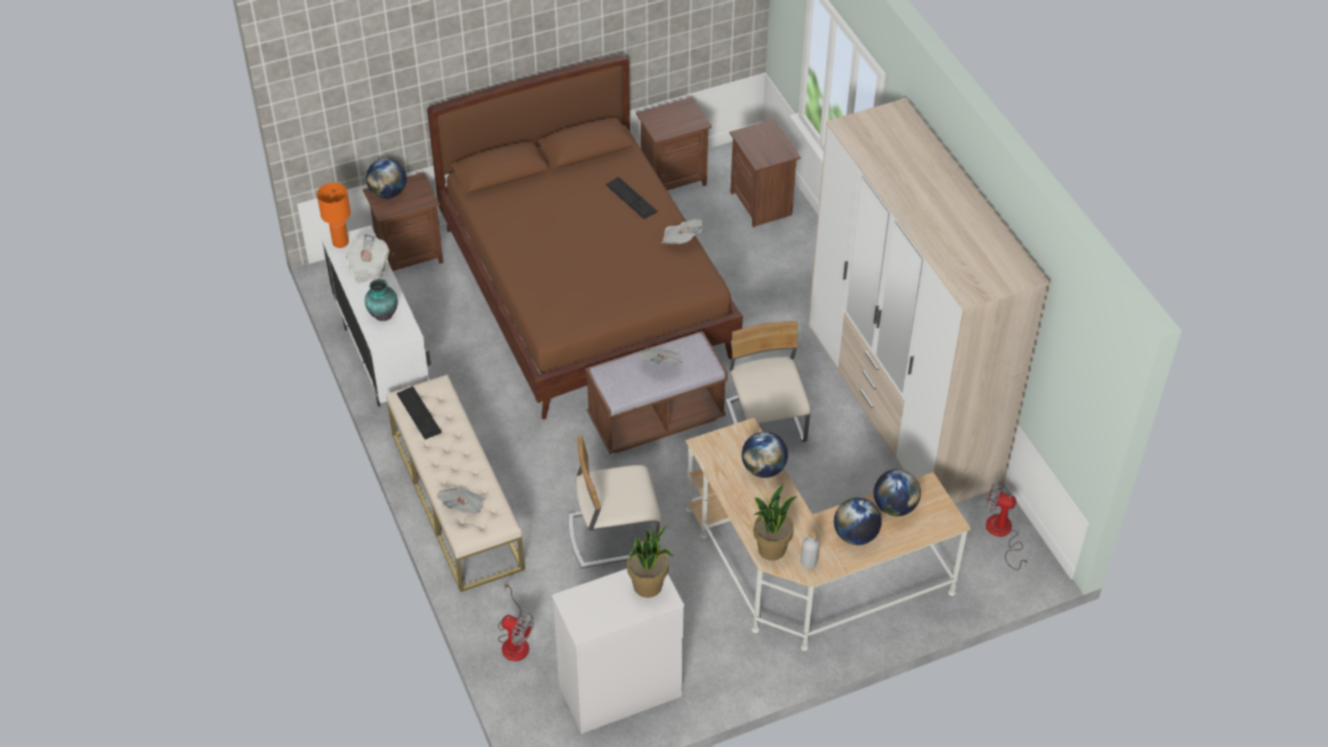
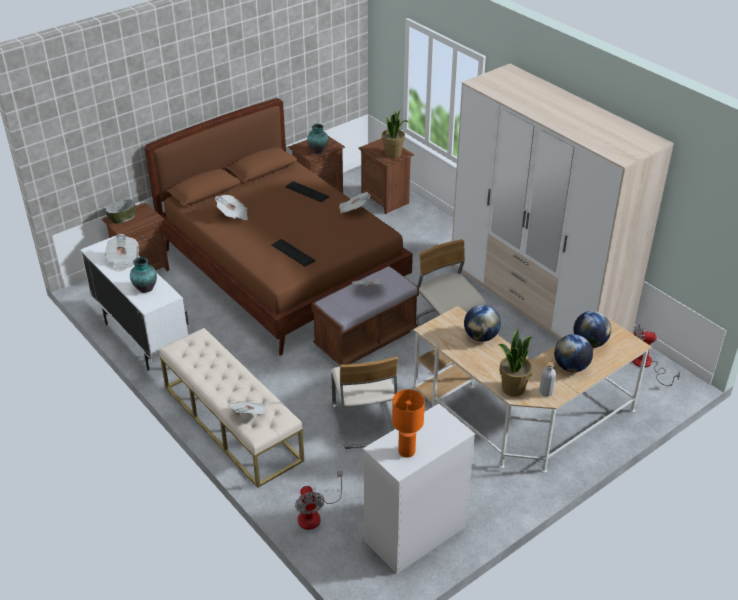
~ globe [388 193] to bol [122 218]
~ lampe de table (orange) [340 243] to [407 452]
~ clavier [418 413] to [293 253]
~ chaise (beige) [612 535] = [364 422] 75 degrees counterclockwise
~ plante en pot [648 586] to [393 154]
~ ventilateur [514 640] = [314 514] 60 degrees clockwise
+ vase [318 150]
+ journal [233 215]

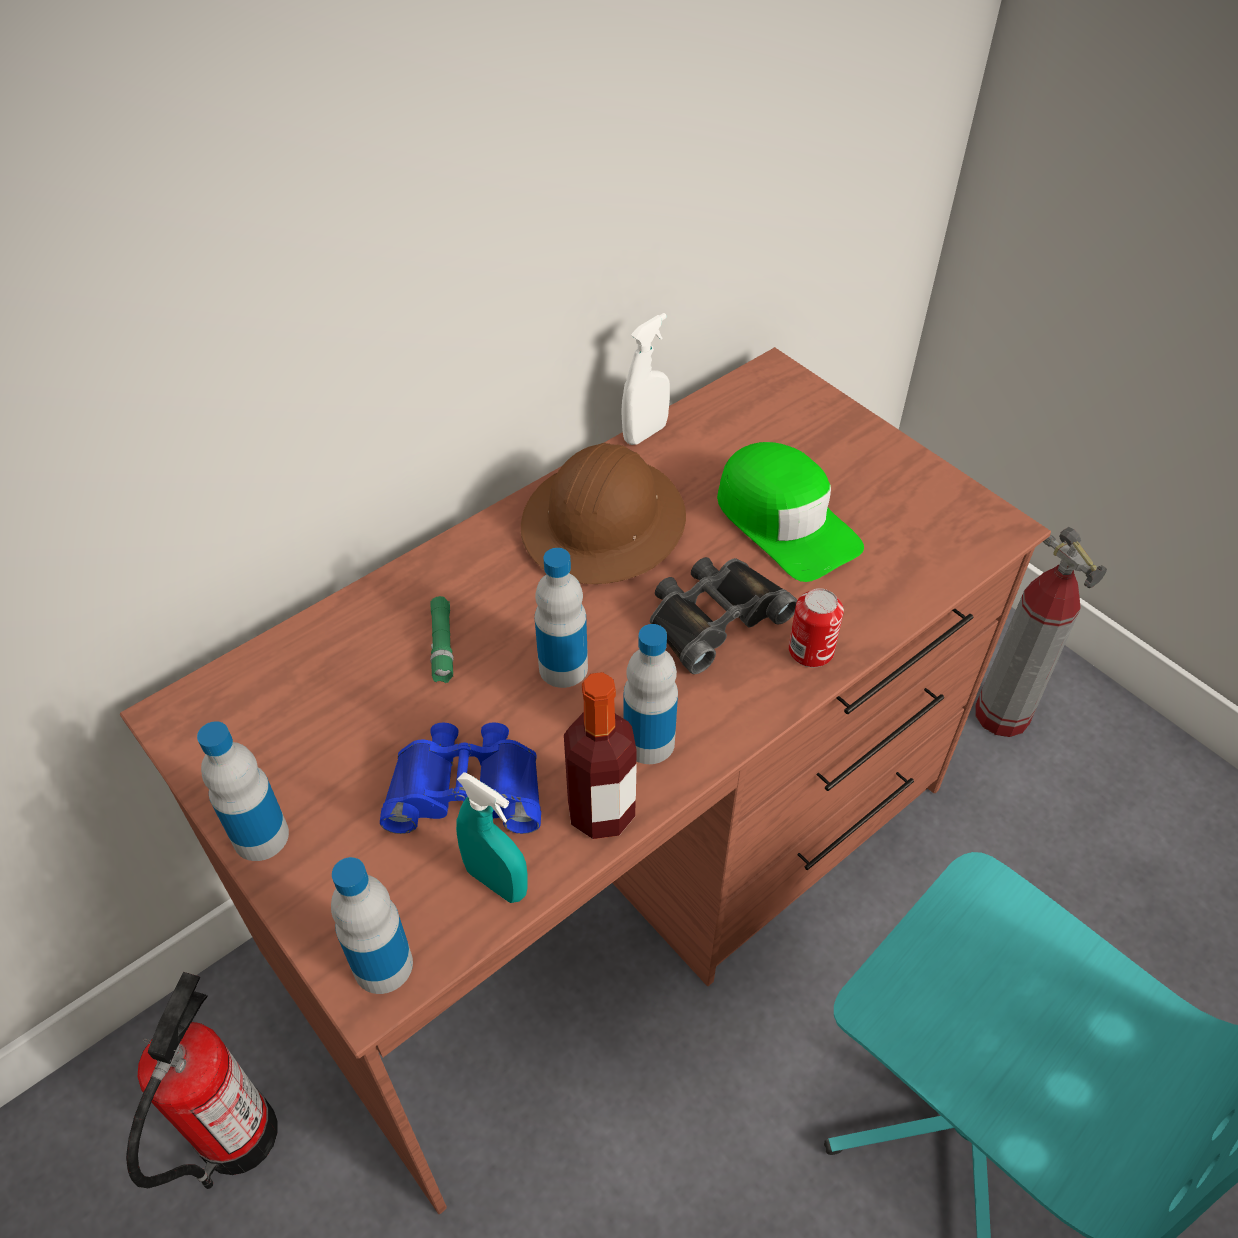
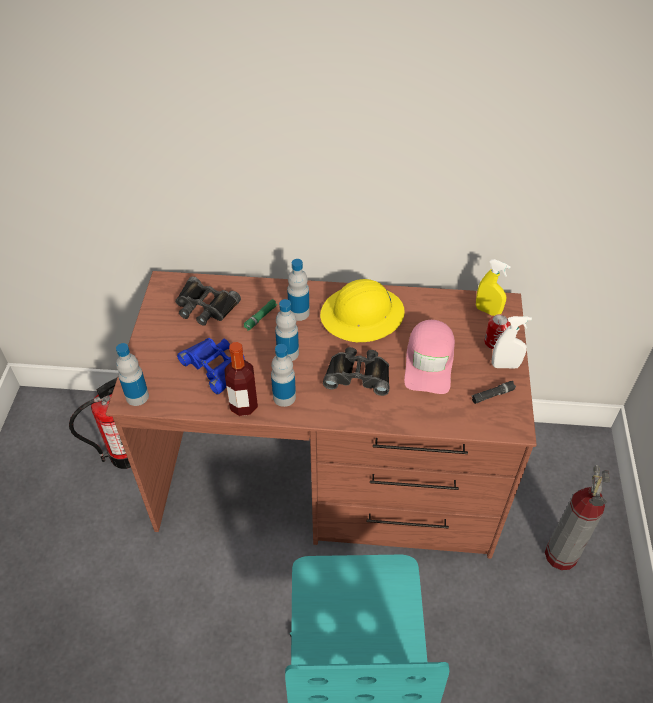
~ vaporisateur (blanc) [645 433] to [505 365]
~ casquette (vert) [785 522] to casquette (rose) [429 362]
~ casque de chantier (marron) [604 524] to casque de chantier (jaune) [362 315]
~ boîte métallique [811 650] to [494 342]
~ bouteille [261 836] to [299 313]
- vaporisateur (turquoise) [496 881]
+ vaporisateur (jaune) [488 311]
+ jumelles (noir) [205 307]
+ lampe de poche (noir) [492 395]

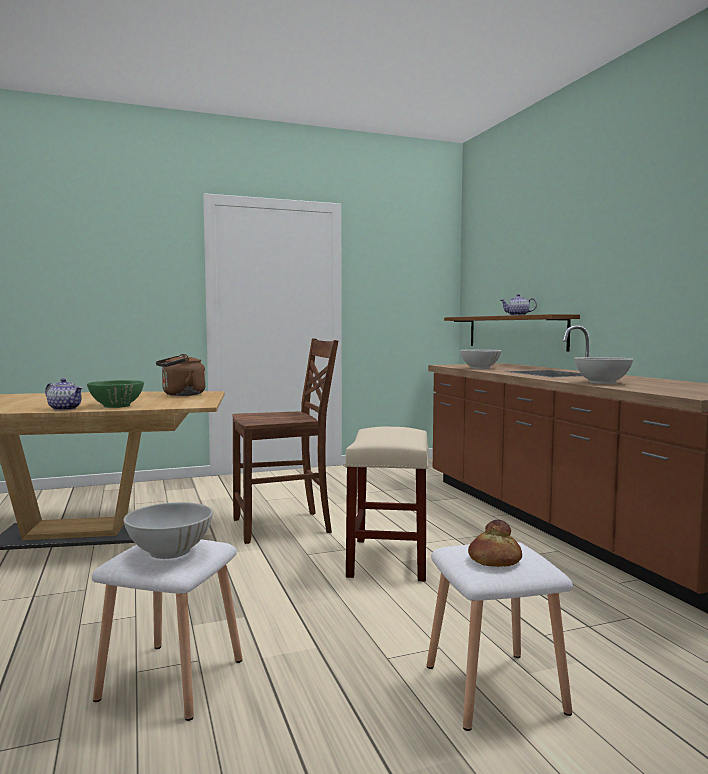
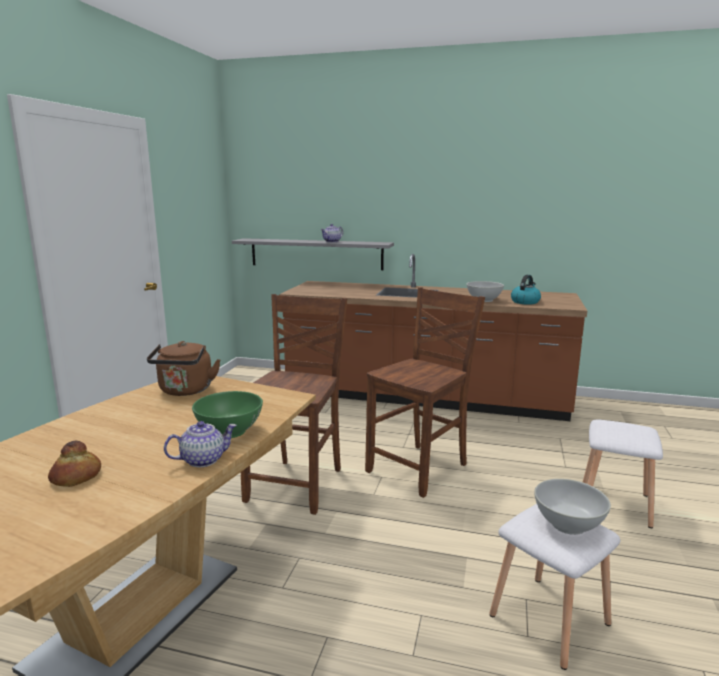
~ étagère (marron) [514 332] to étagère (gris) [316 254]
- bol (blanc) [479 368]
~ tabouret (beige) [389 560] to chaise (marron) [420 468]
~ pain [494 560] to [76 477]
+ bouilloire [525 302]

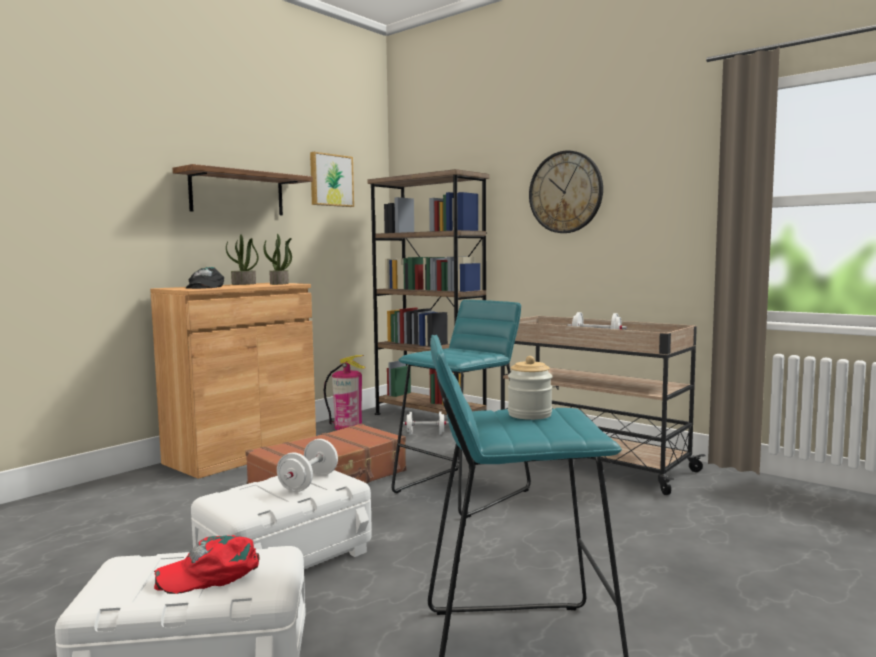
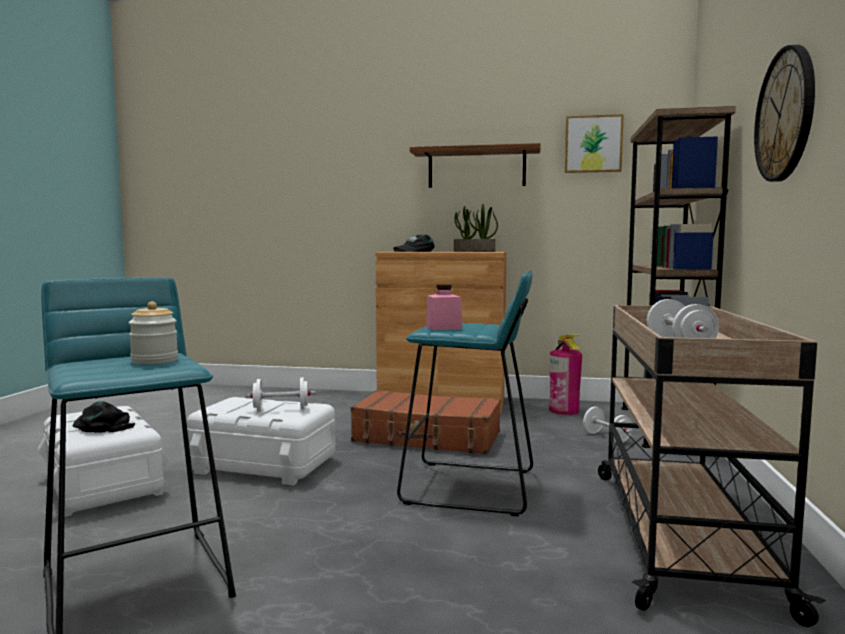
~ casquette (rouge) [211 573] to casquette (noir) [101 426]
+ bocal (rose) [443 328]

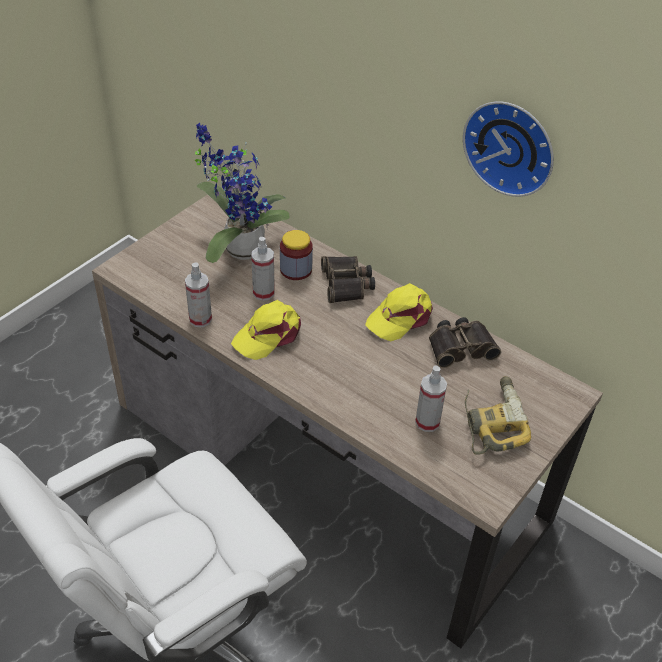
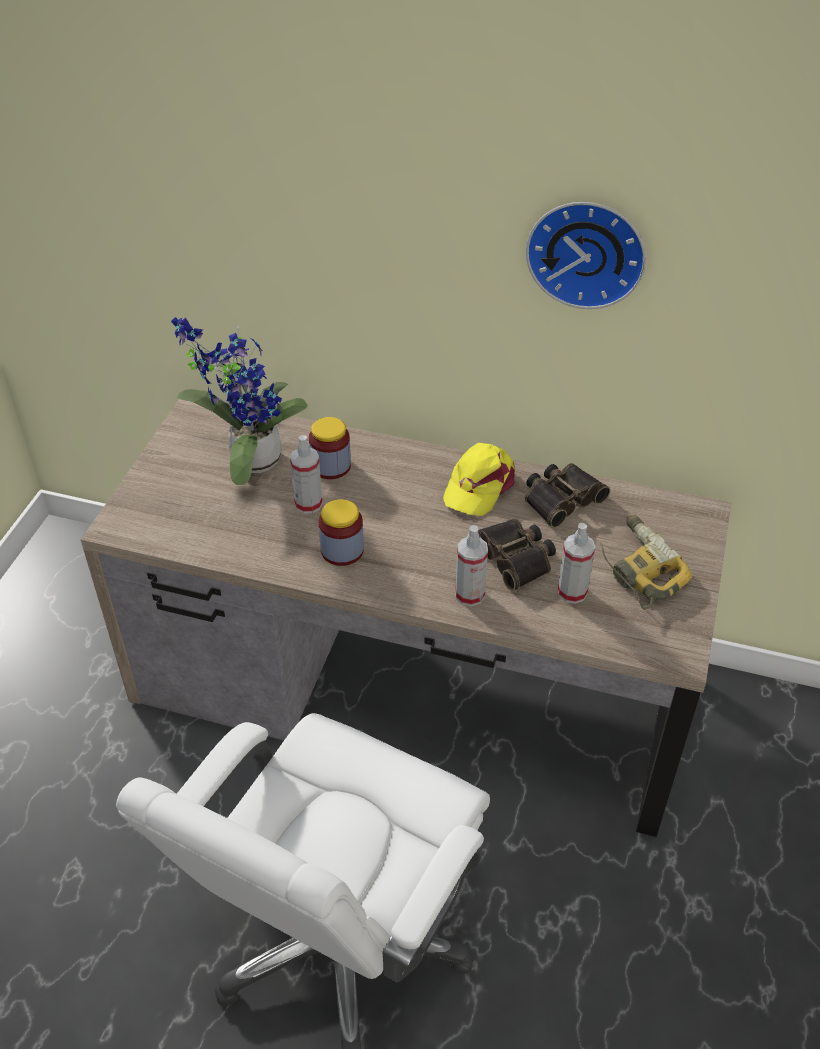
~ jumelles [347 284] to [516 558]
~ vaporisateur [200 319] to [469 595]
~ casquette (jaune) [269 334] to bocal [342 550]

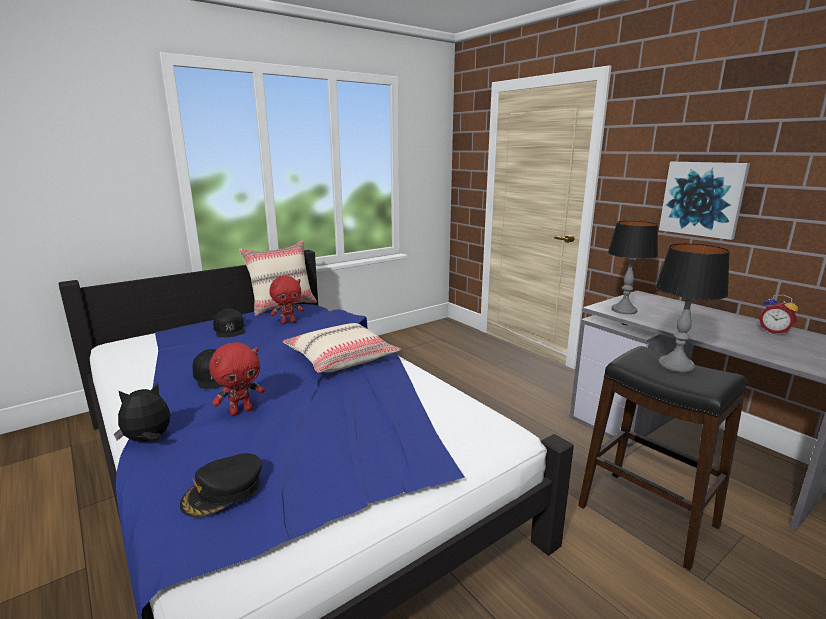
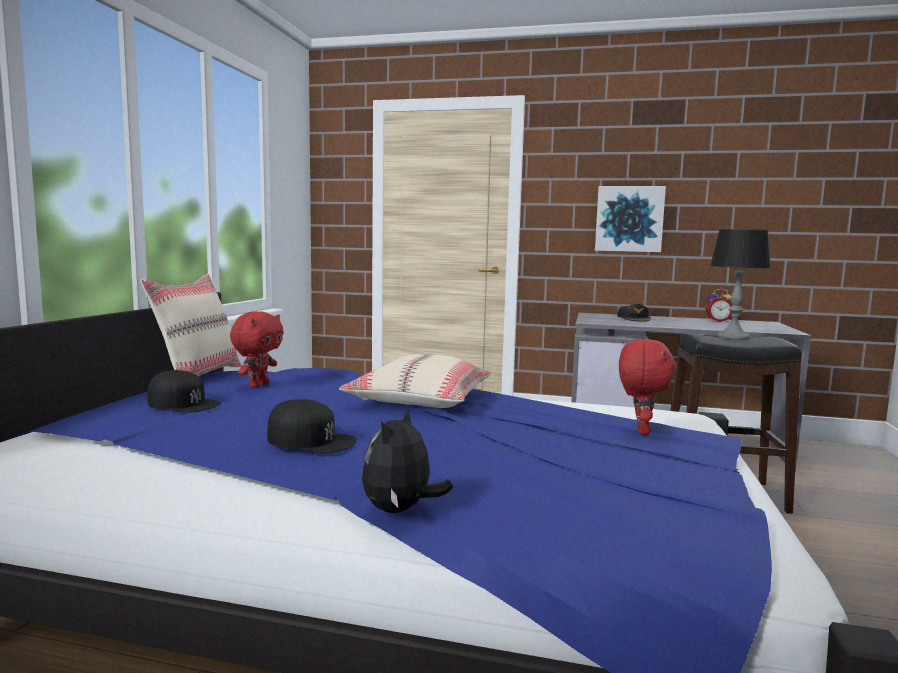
- lampe de table [623 310]
~ peluche (rouge) [241 411] to [640 431]
~ casquette (noir) [224 491] to [634 318]

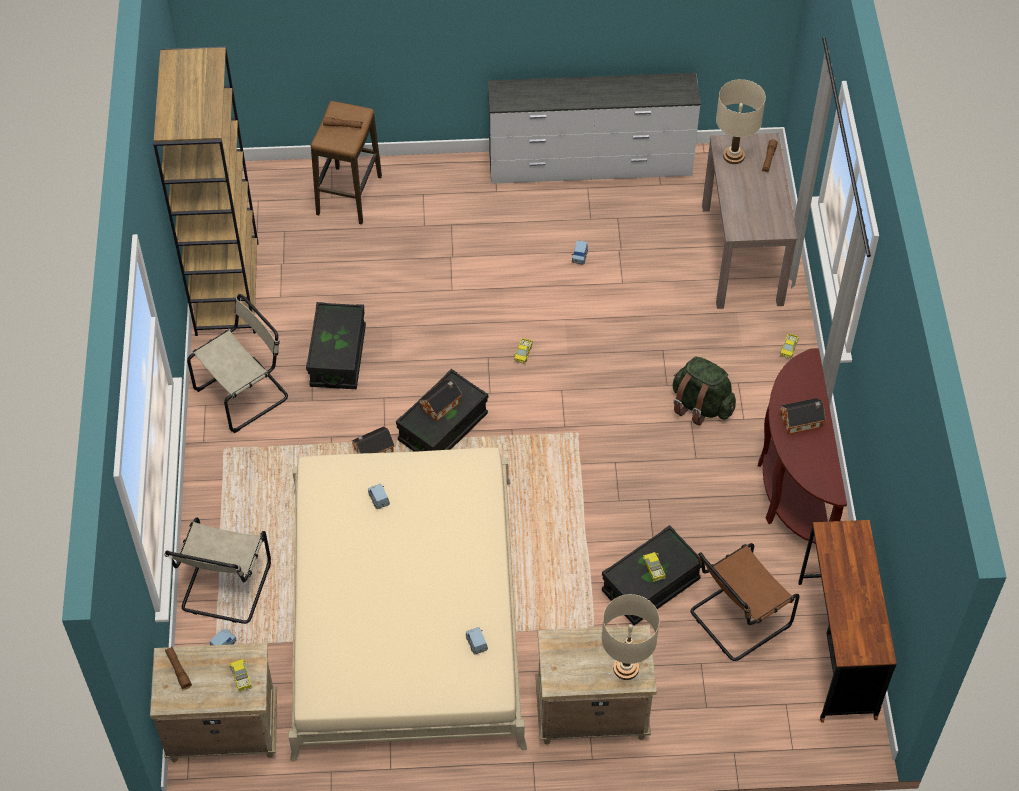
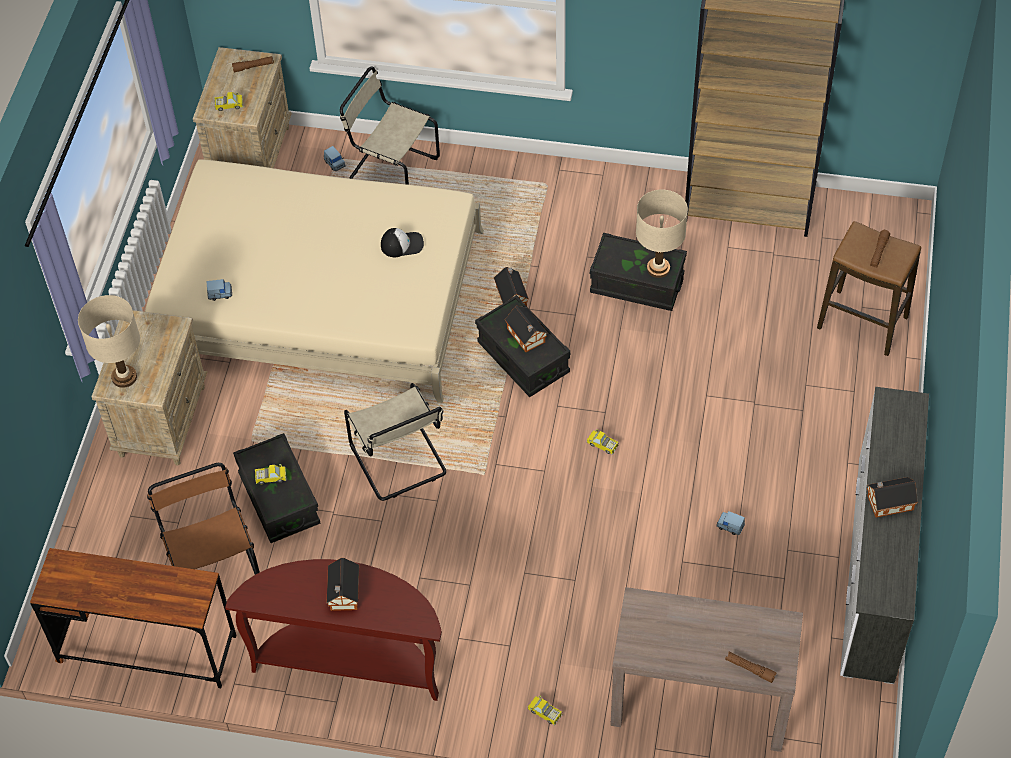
~ lampe de table (beige) [733 156] to [658 268]
~ chaise (beige) [245 393] to [400 462]
- sac à dos (vert) [700 405]
~ petite voiture (bleu) [379 499] to casquette [402 244]
+ maison miniature [888 502]

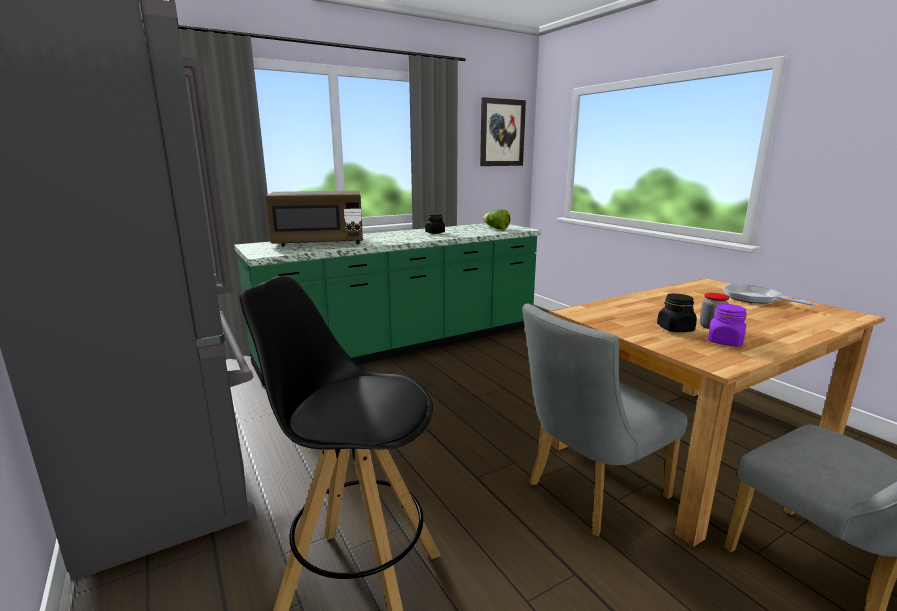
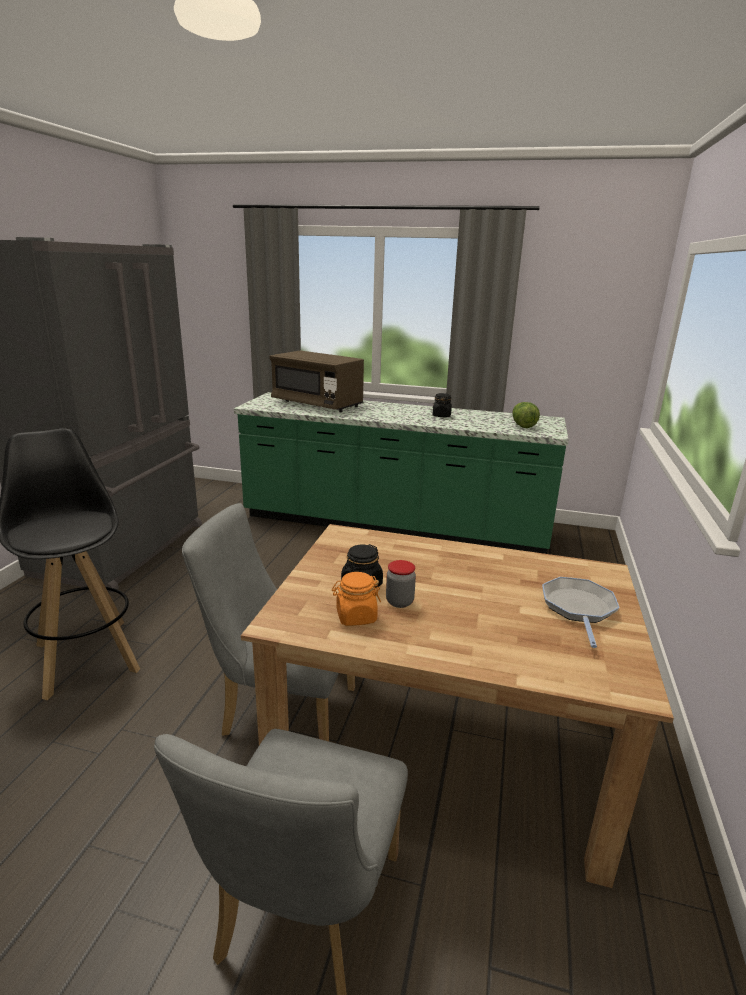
- tableau [502 133]
~ bocal (violet) [725 342] to bocal (orange) [356 616]

